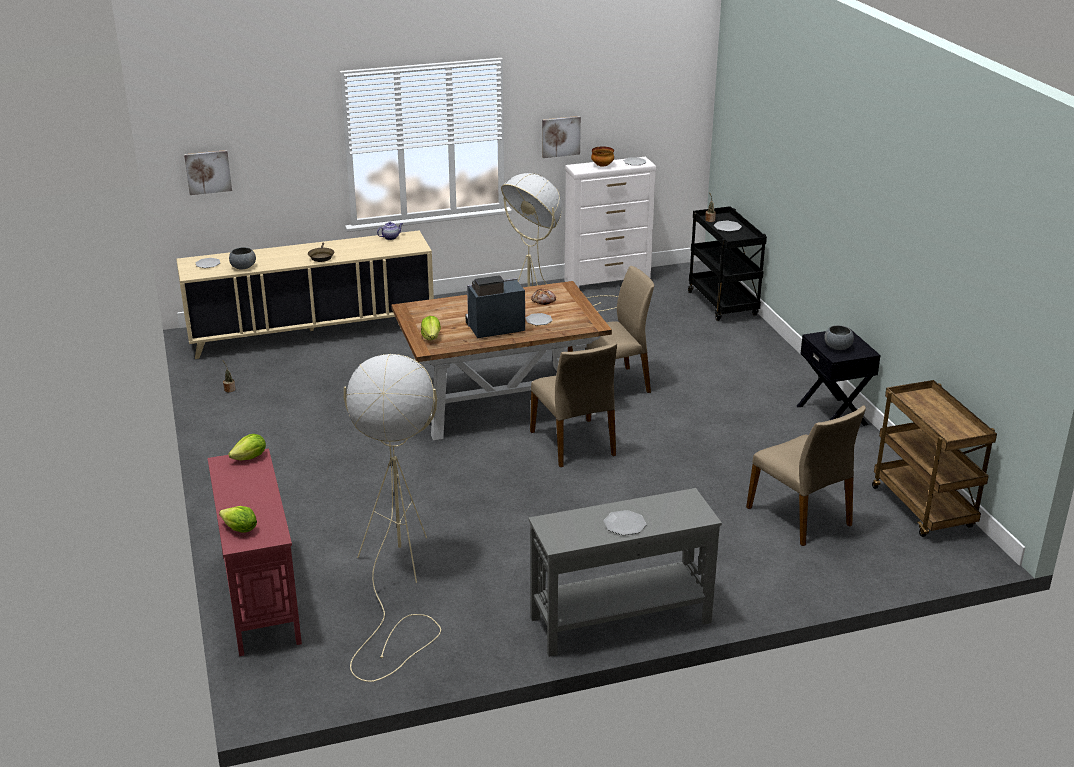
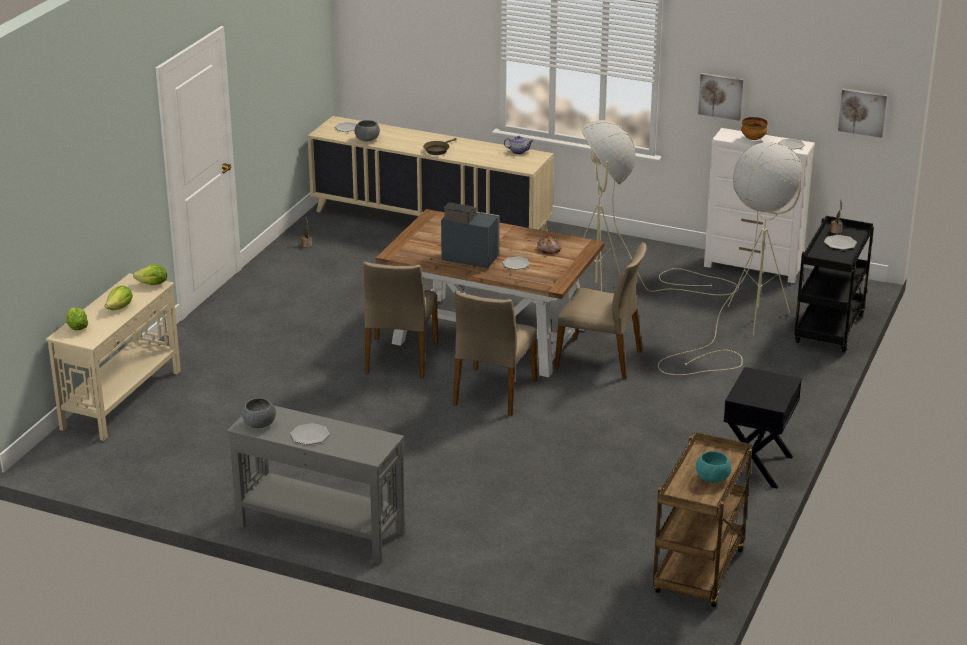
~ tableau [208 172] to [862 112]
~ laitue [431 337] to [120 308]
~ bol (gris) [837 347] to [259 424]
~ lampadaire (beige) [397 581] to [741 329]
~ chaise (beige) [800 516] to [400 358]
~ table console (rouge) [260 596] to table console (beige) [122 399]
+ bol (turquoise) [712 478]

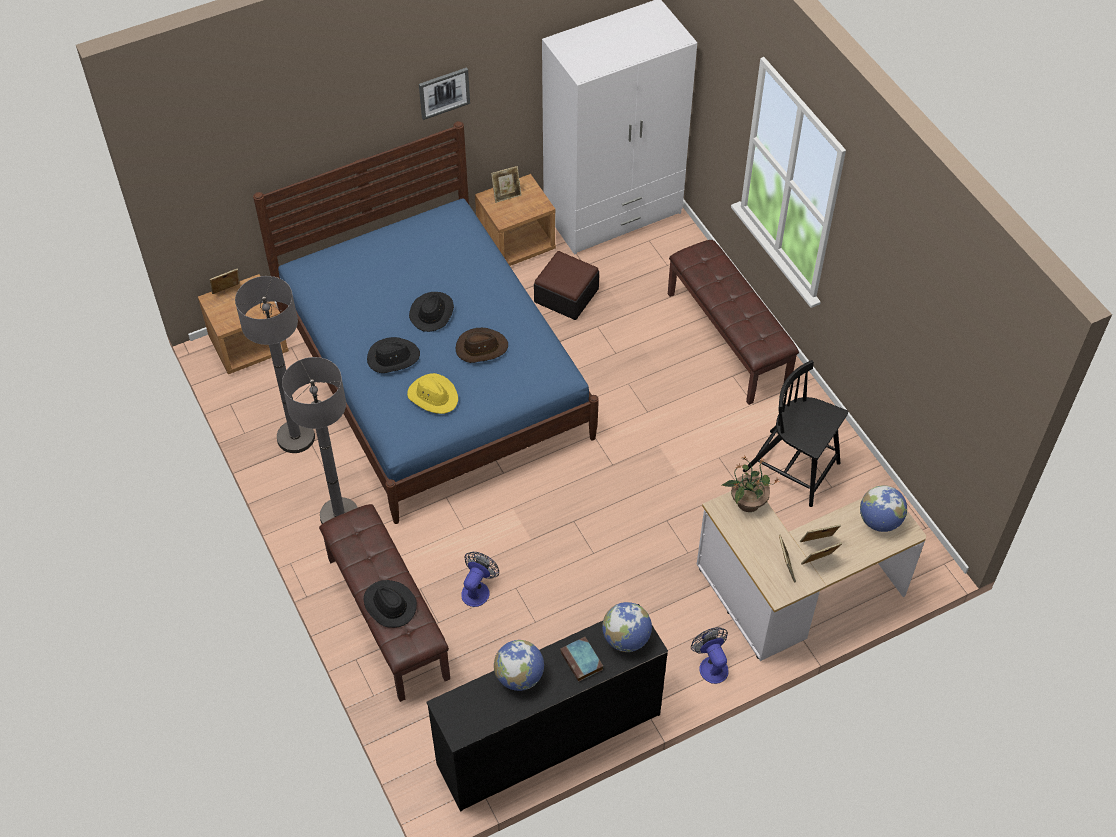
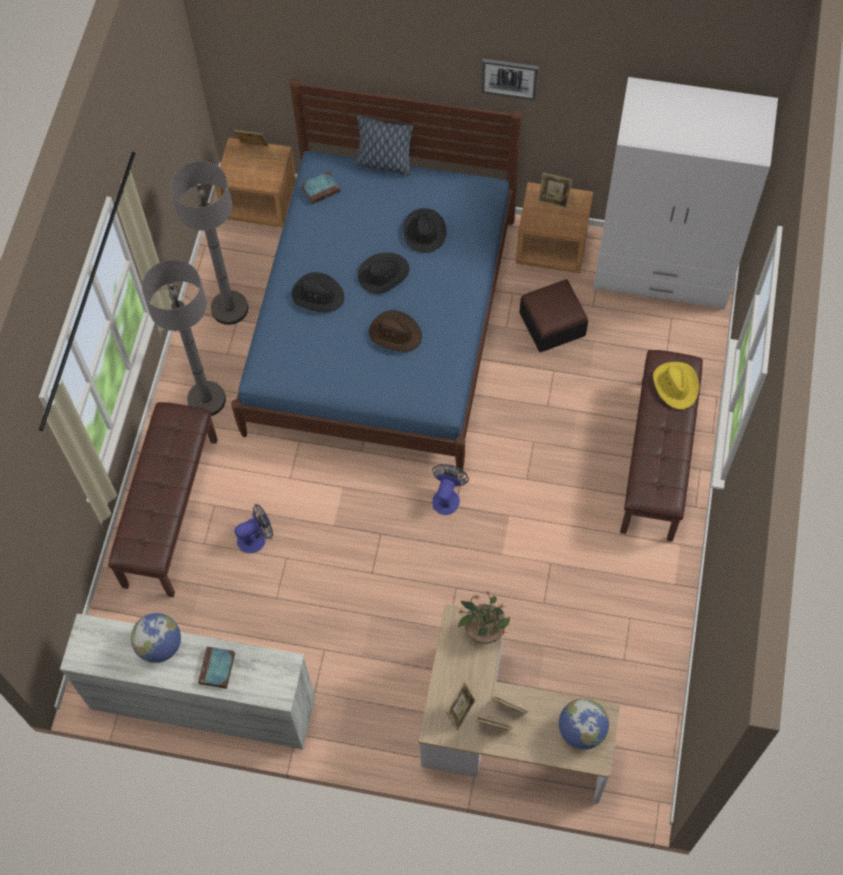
- chaise (noir) [793 468]
~ chapeau (jaune) [433 396] to [676 385]
~ chapeau (noir) [389 605] to [424 231]
- globe [626 638]
~ commode (noir) [548 738] to commode (blanc) [202 702]
~ ventilateur [711 665] to [447 497]
+ coussin [384 163]
+ livre [321 189]

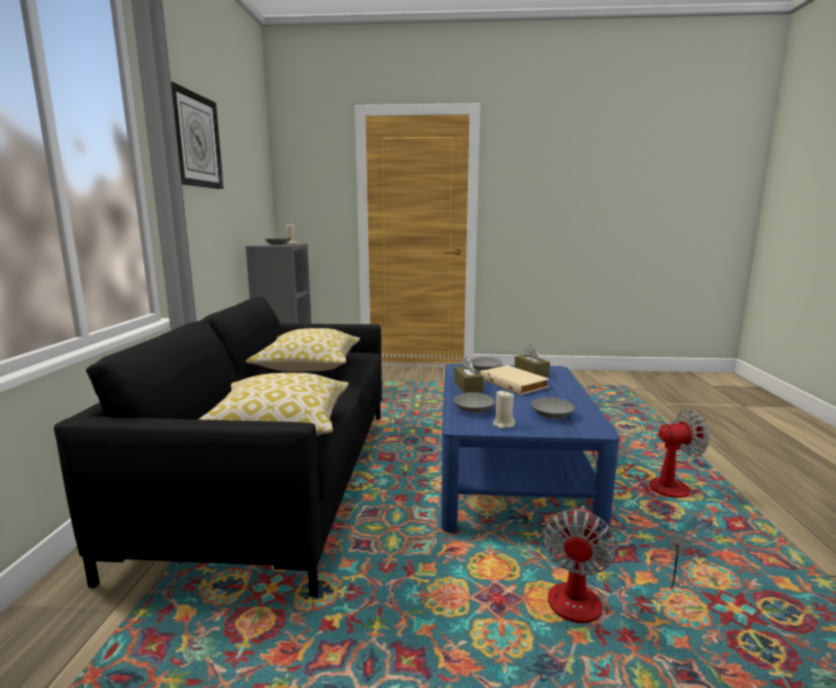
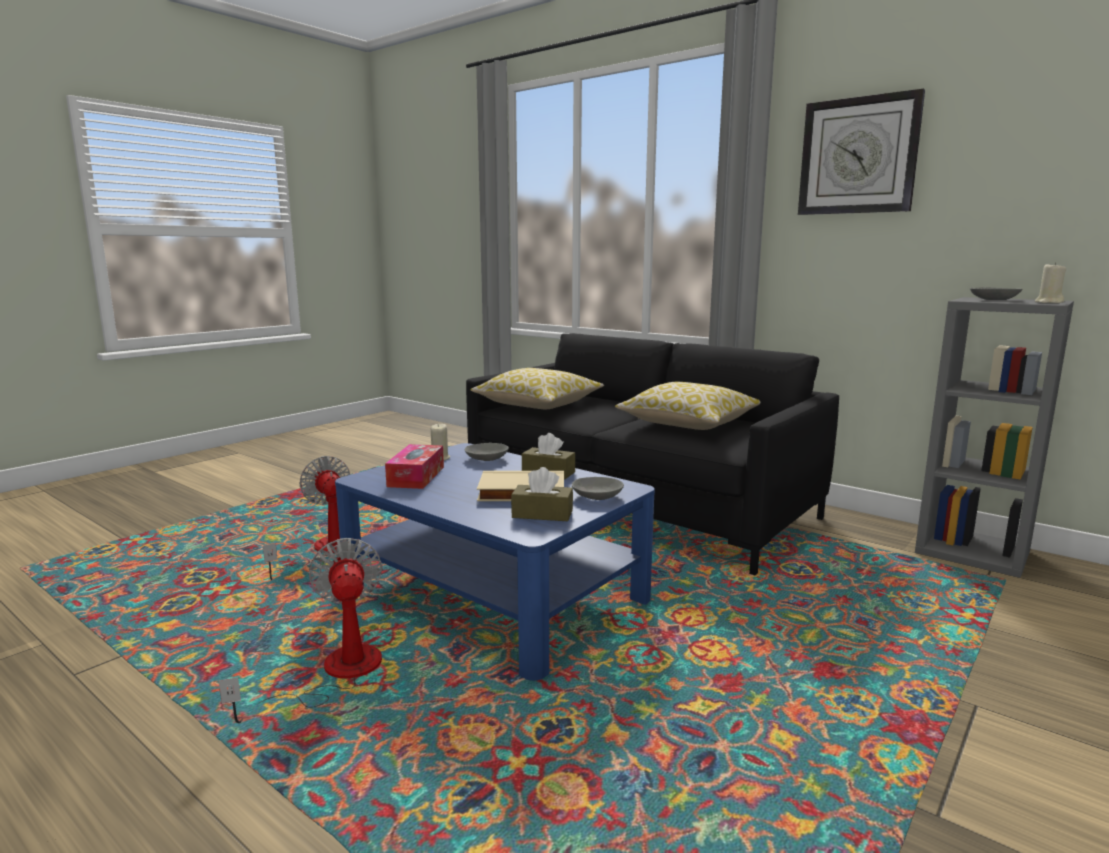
~ bol (gris) [552 415] to boîte à mouchoirs [416 476]
~ ventilateur [653 484] = [335 675] 135 degrees clockwise

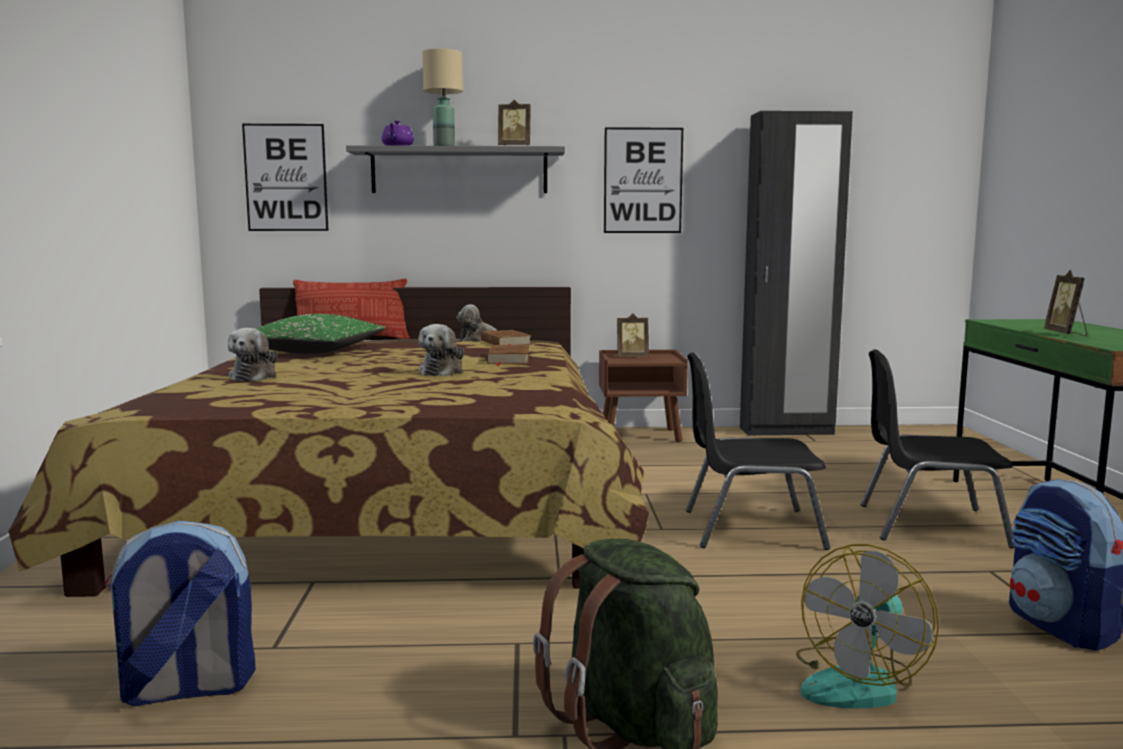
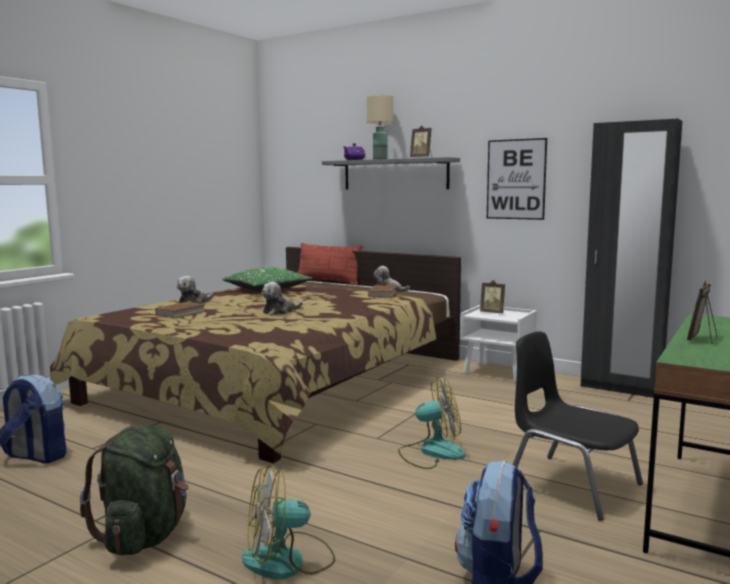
- tableau [286 177]
~ livre (marron) [508 359] to [180 313]
~ table de chevet (marron) [641 435] to table de chevet (blanc) [498 372]
~ chaise (noir) [749 528] to ventilateur [431 452]

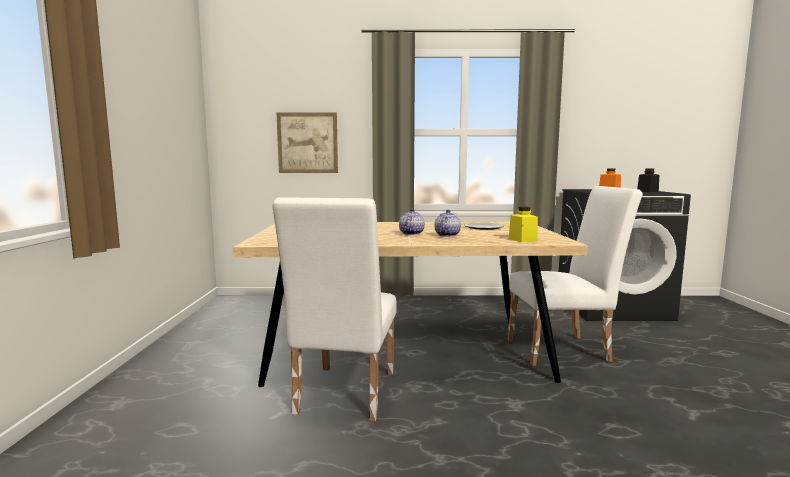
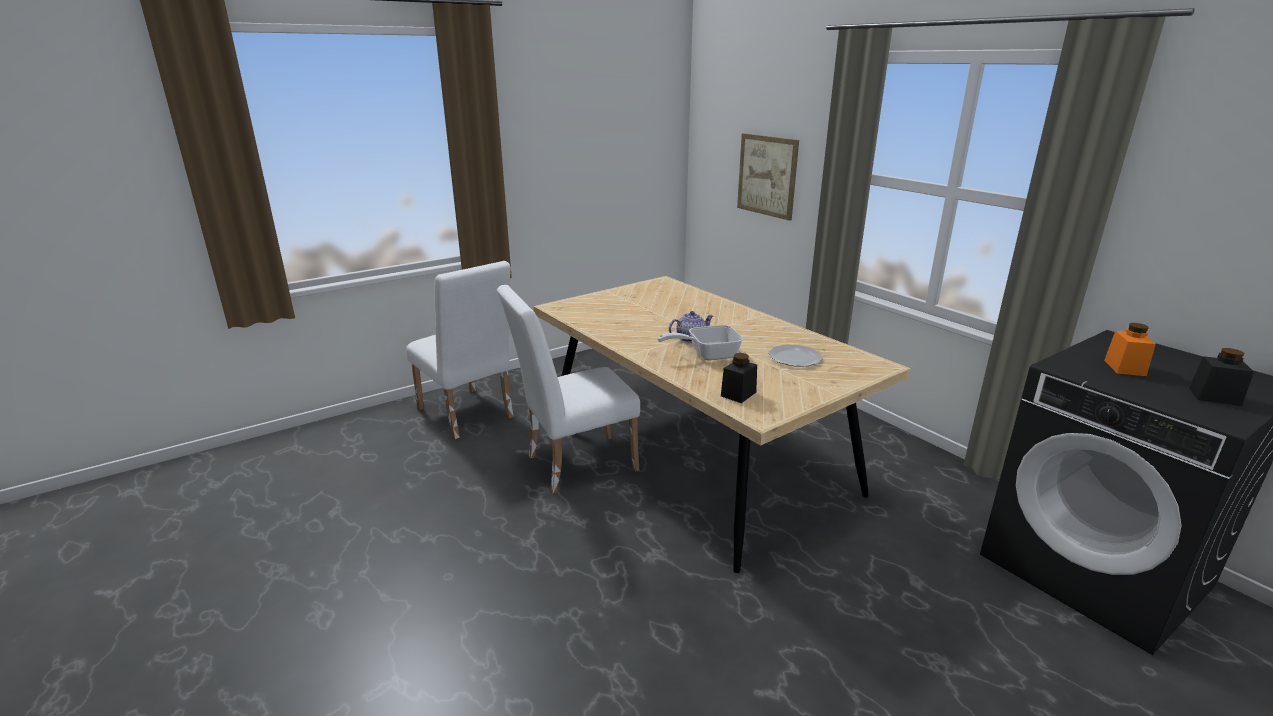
~ chaise (blanc) [565 350] to [468 416]
~ bocal (jaune) [522 240] to bocal (noir) [738 394]
~ théière [447 235] to poêle [707 354]

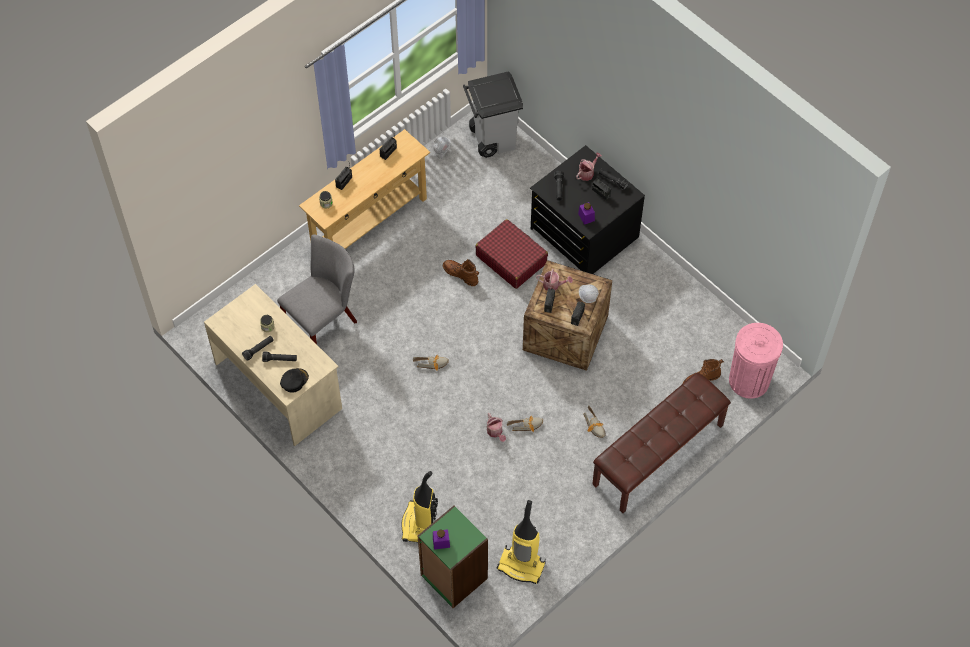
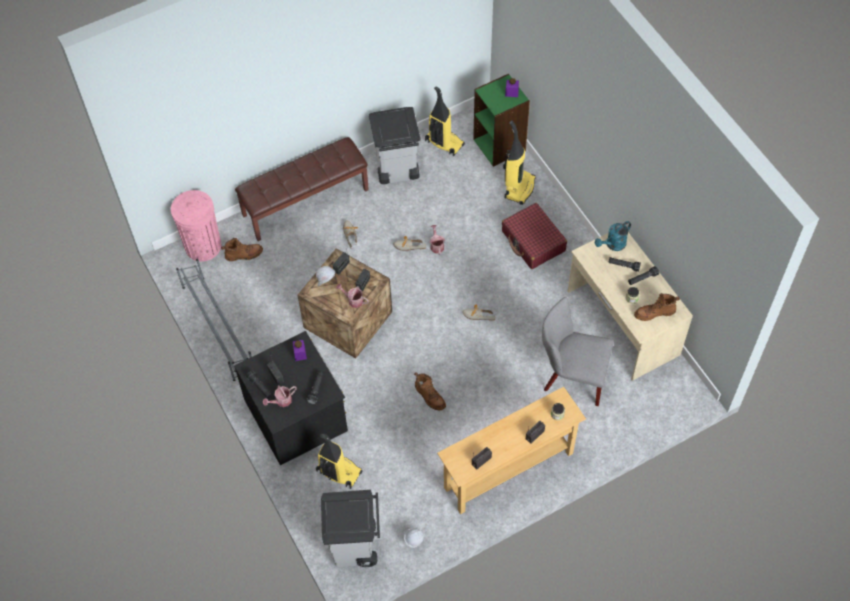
~ valise (rouge) [511 259] to [533 241]
~ chaise (gris) [324 321] = [571 376] 45 degrees clockwise
~ casquette (noir) [294 381] to arrosoir (turquoise) [613 245]
+ poubelle (gris) [396 170]
+ étagère à chaussures (gris) [218 327]
+ botte (marron) [654 313]
+ aspirateur [338 472]

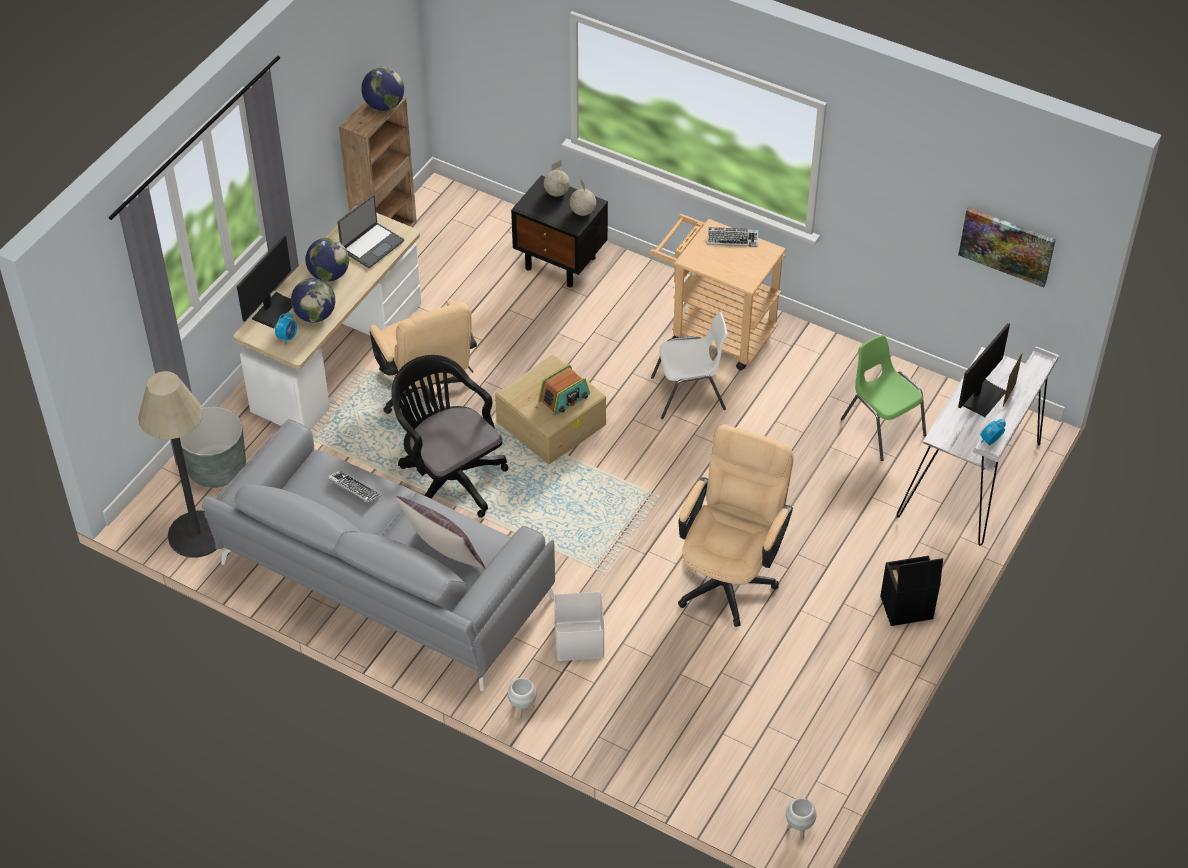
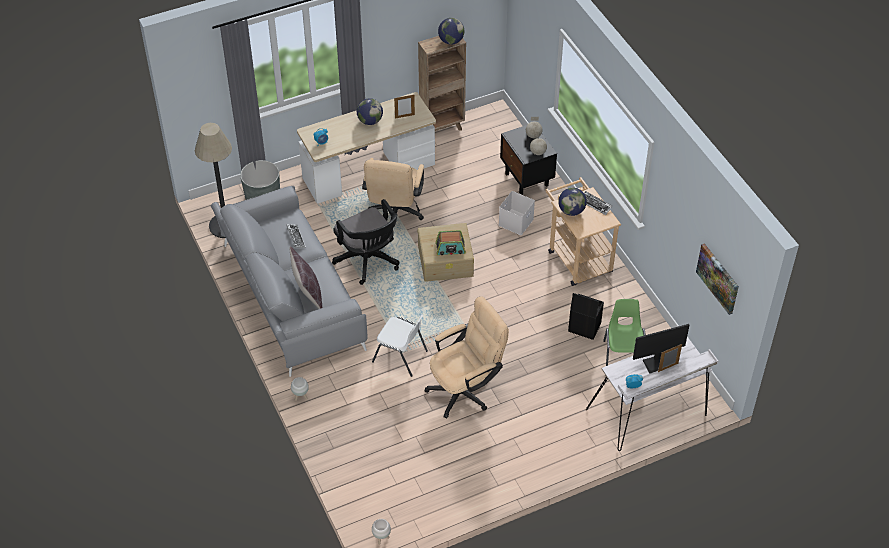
~ ordinateur portable [371 245] to cadre photo [404 116]
- écran d'ordinateur [274 309]
~ globe [315 315] to [571 211]
~ chaise (blanc) [689 394] to [400 357]
~ chaise de bureau (noir) [449 477] = [369 261] 150 degrees clockwise
~ boîte de rangement (noir) [905 608] to [583 327]
~ boîte de rangement (blanc) [578 639] to [515 221]

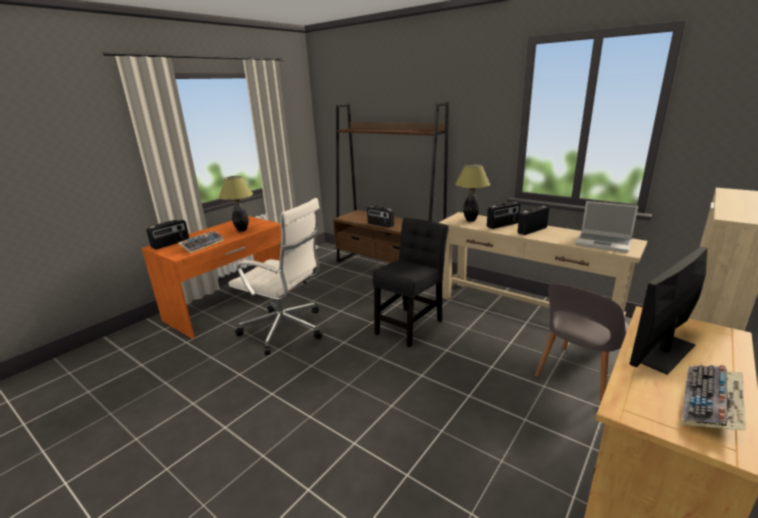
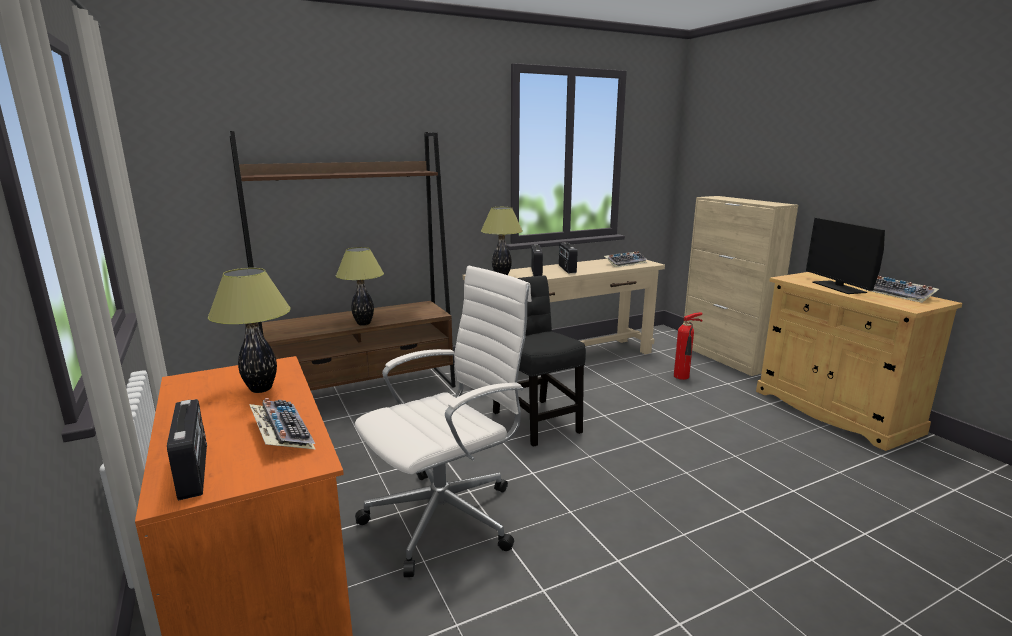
~ ordinateur portable [604 243] to clavier [625 263]
~ radio [380 224] to lampe de table [364 323]
~ chaise (gris) [578 376] to extincteur [683 377]

